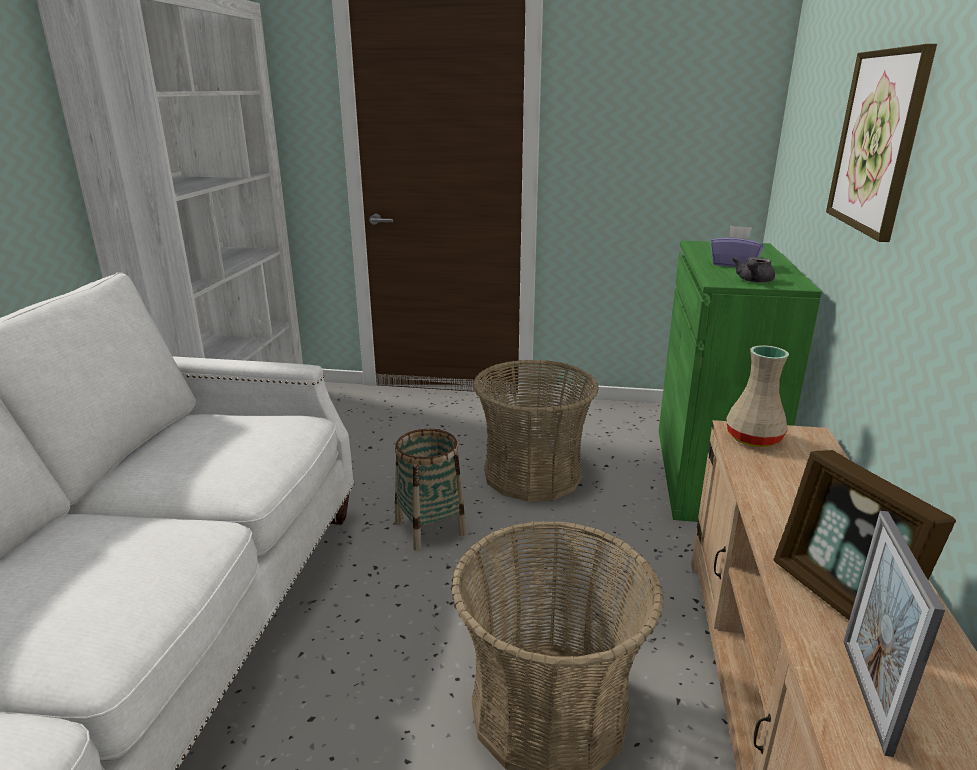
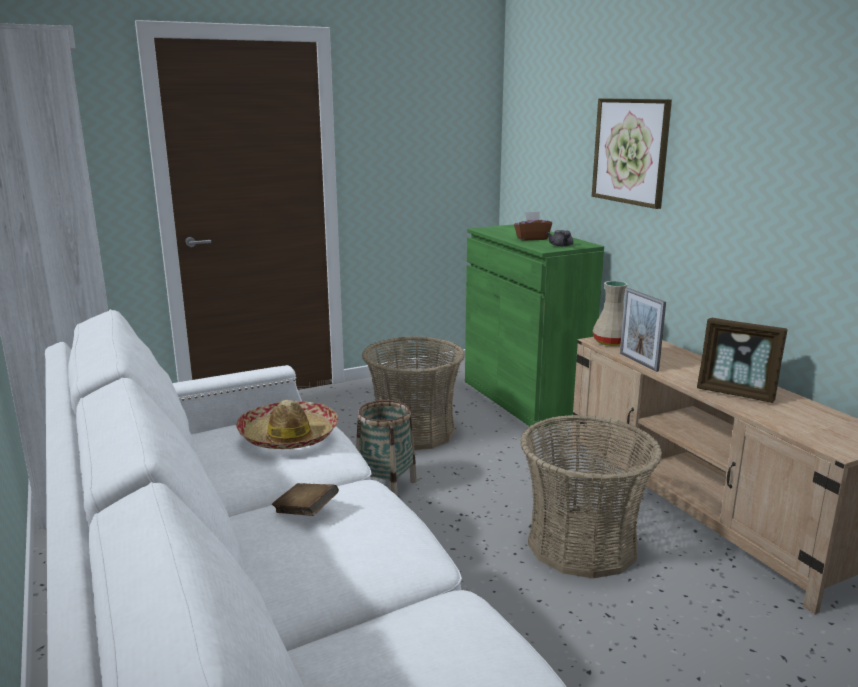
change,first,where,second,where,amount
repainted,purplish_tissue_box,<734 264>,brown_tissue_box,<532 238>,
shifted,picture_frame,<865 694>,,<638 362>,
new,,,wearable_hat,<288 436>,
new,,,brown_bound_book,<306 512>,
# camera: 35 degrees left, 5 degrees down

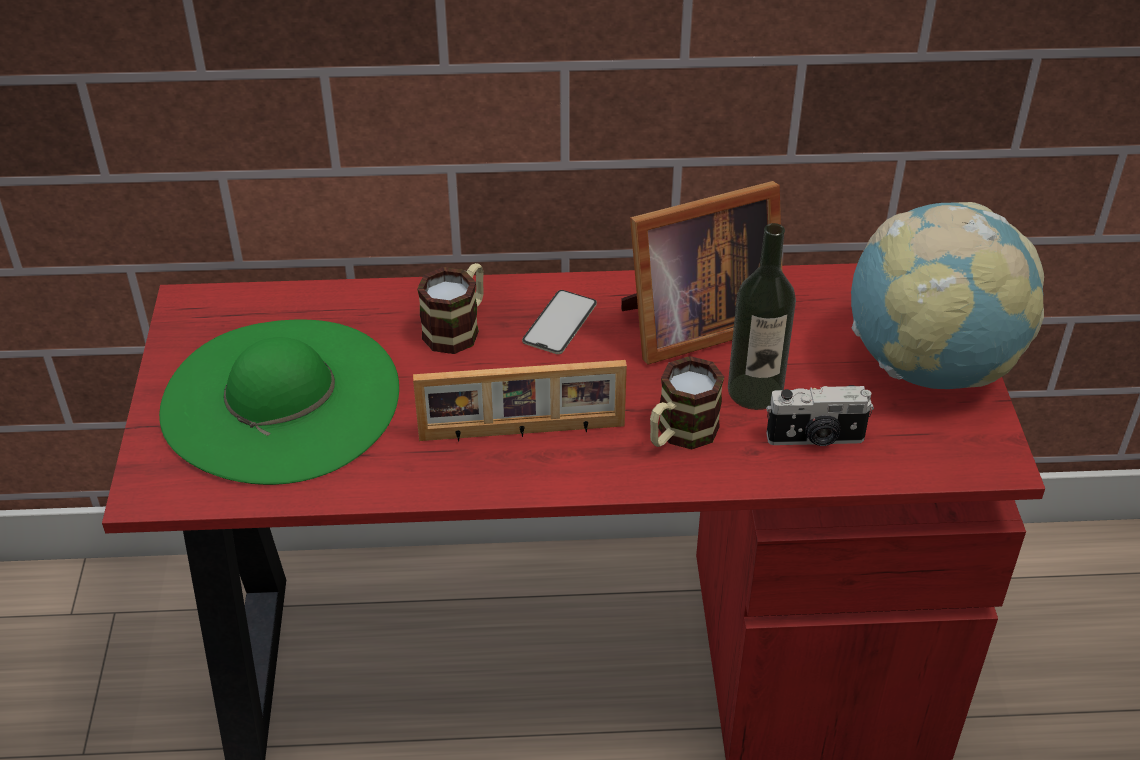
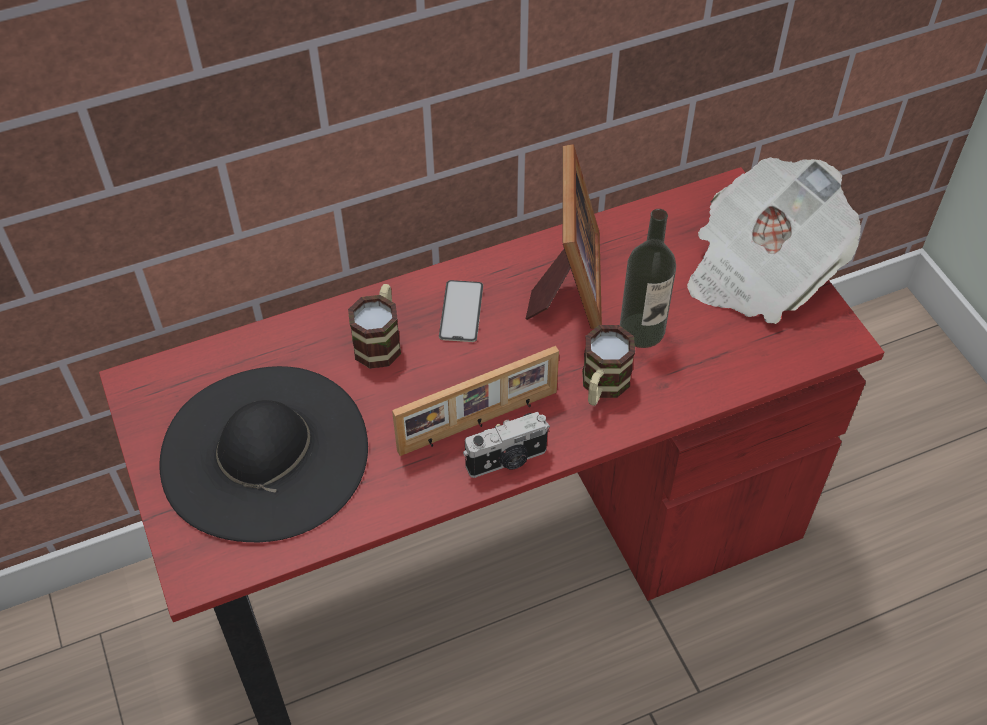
change,first,where,second,where,amount
repainted,green_wearable_hat,<281 399>,blackish_wearable_hat,<264 452>,
rotated,picture_frame,<693 325>,,<567 283>,45 degrees counterclockwise
shifted,still_camera,<815 439>,,<507 460>,
swapped,world_globe,<929 365>,printed_paper,<760 269>,
# camera: 20 degrees left, 10 degrees up

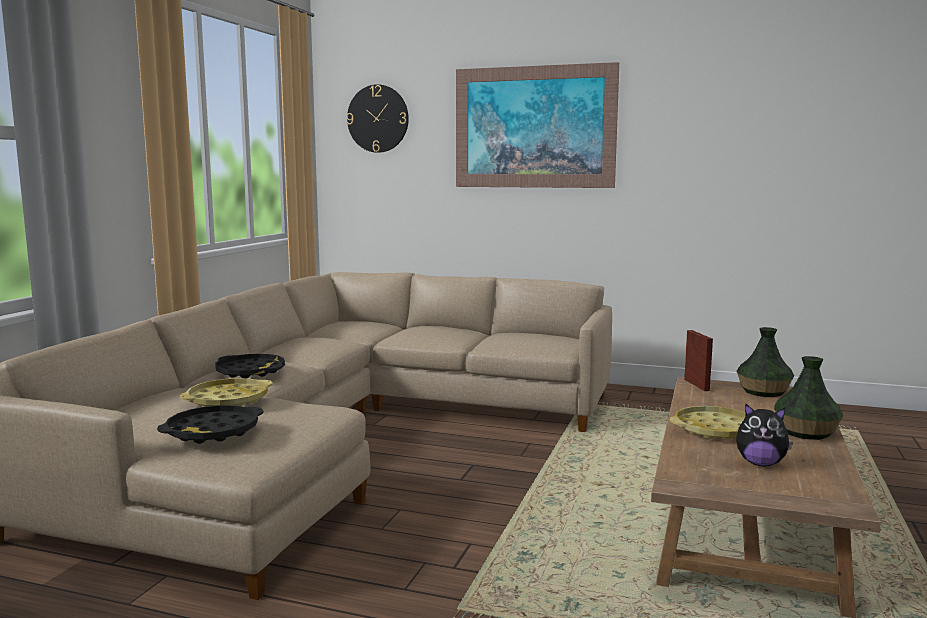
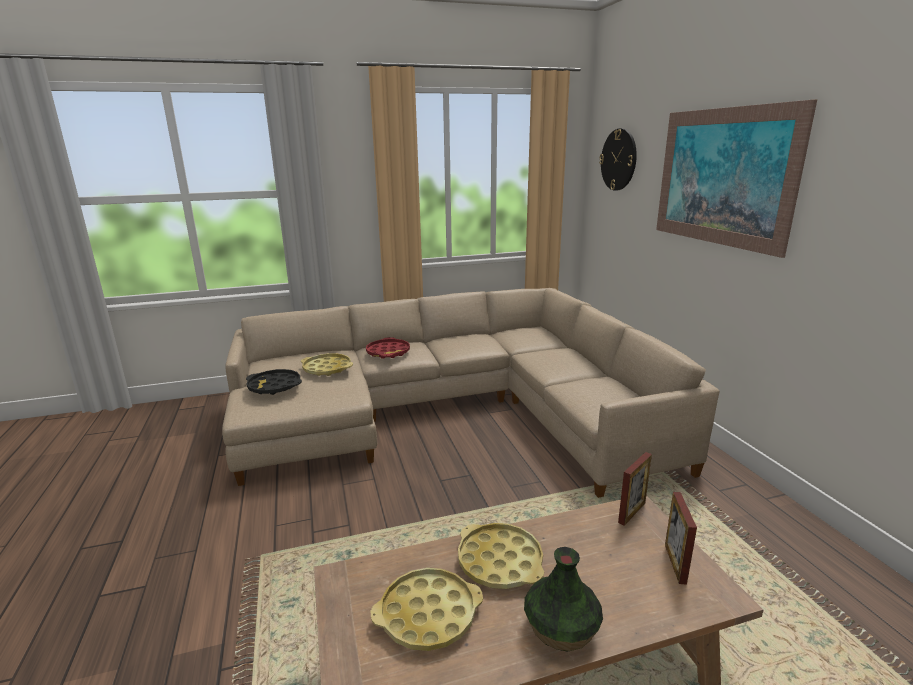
change,first,where,second,where,amount
repainted,blackish_carrying_tray,<250 371>,red-coloured_carrying_tray,<388 352>,
swapped,decorative_vase,<764 392>,picture_frame,<675 563>,
swapped,plush_toy,<760 463>,yellow-coloured_carrying_tray,<428 614>,
# camera: 55 degrees right, 10 degrees up

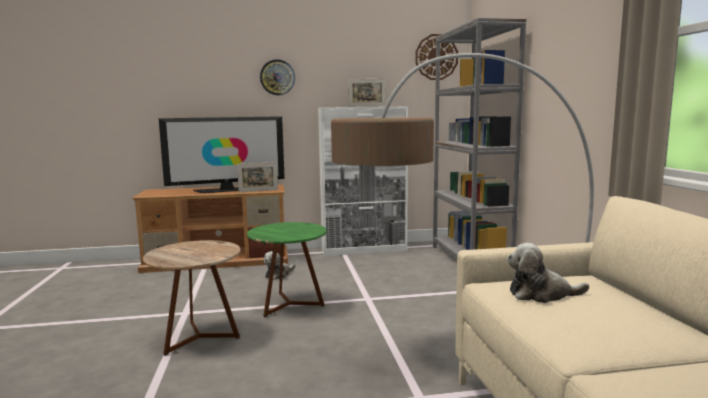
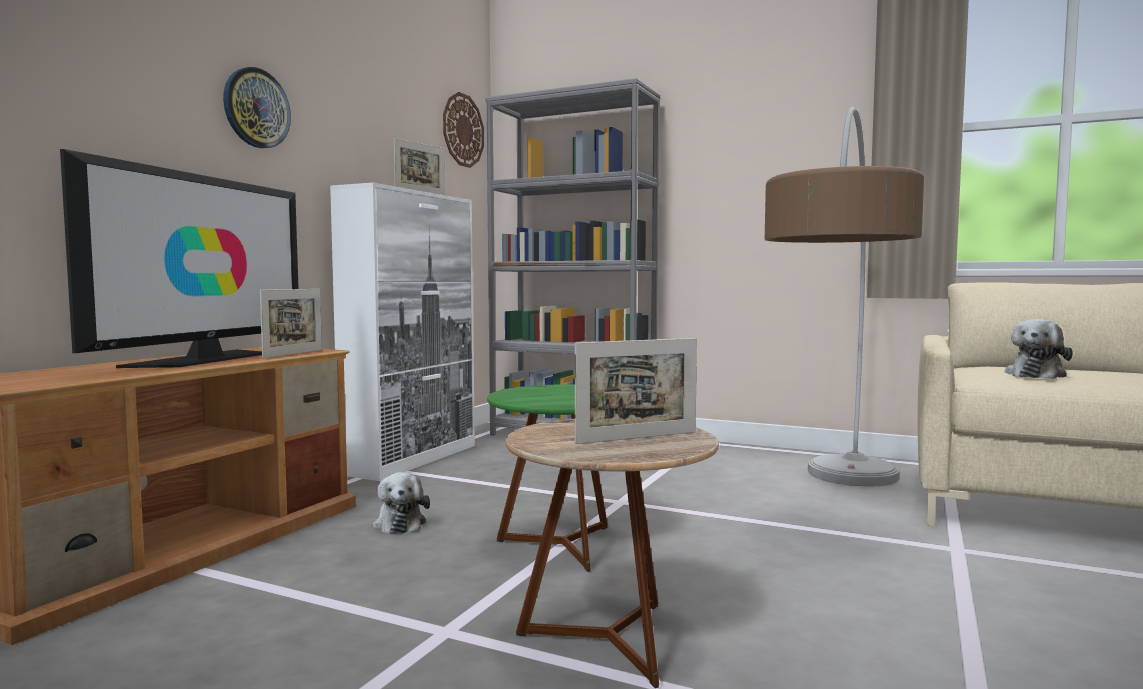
change,first,where,second,where,amount
new,,,picture_frame,<637 438>,
# camera: 55 degrees left, 5 degrees down

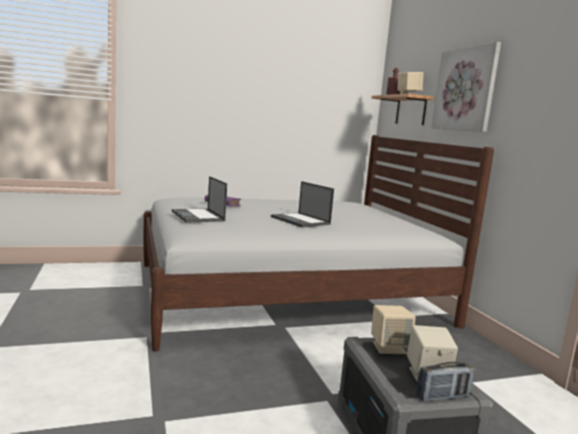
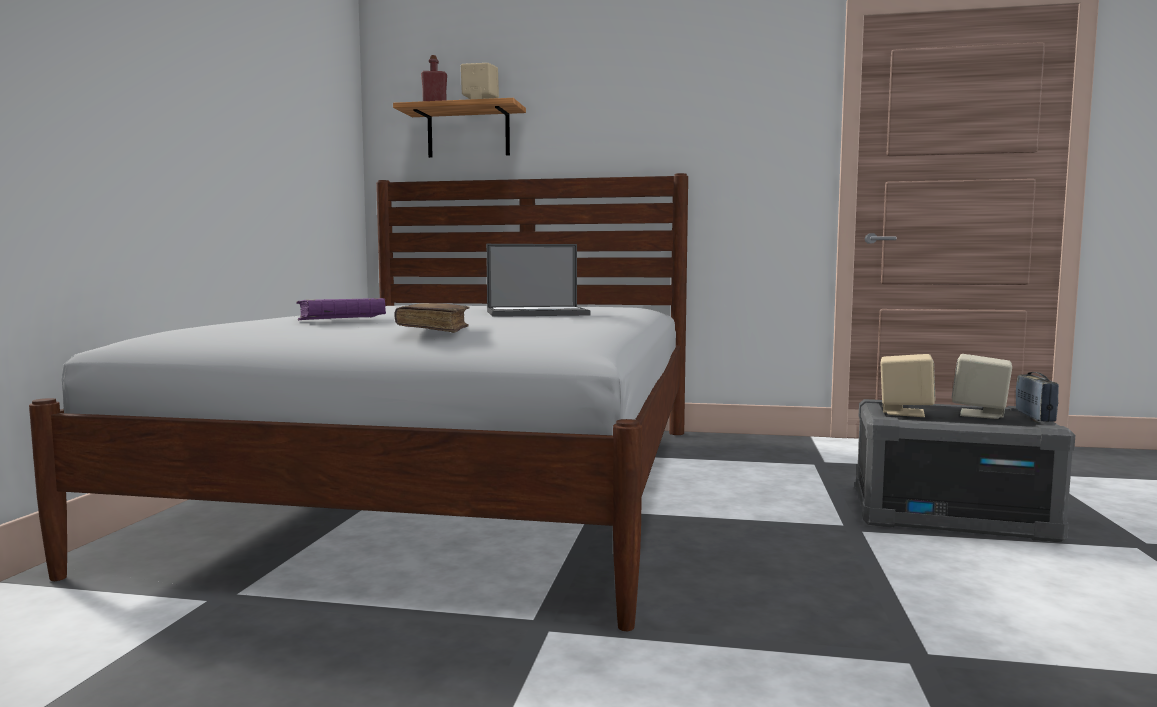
change,first,where,second,where,amount
swapped,portable_computer,<198 216>,brown_bound_book,<434 329>,
gone,picture,<465 89>,,,
# camera: 60 degrees left, 5 degrees down

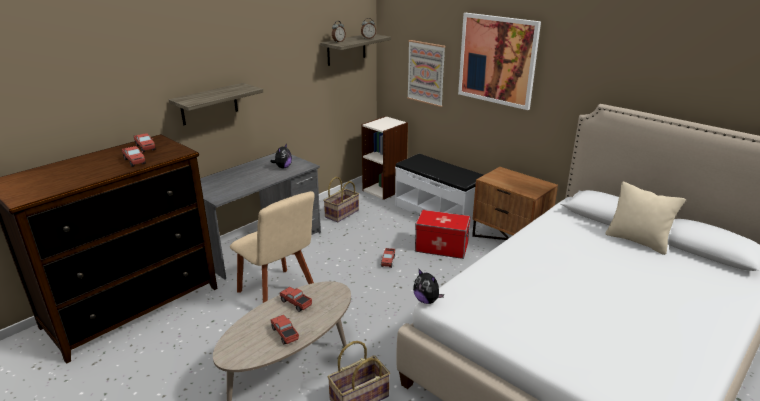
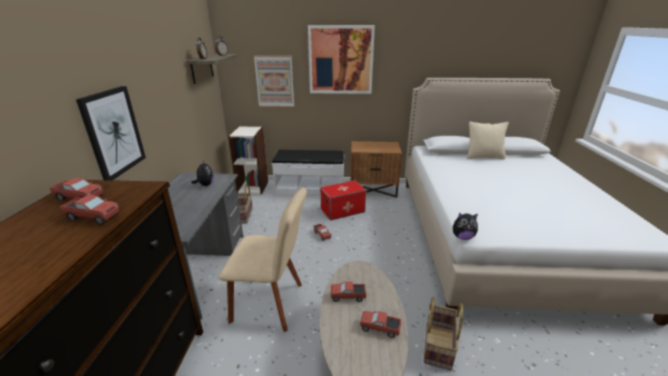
change,first,where,second,where,amount
swapped,shelf,<209 104>,picture,<113 132>,
# camera: 40 degrees left, 0 degrees up

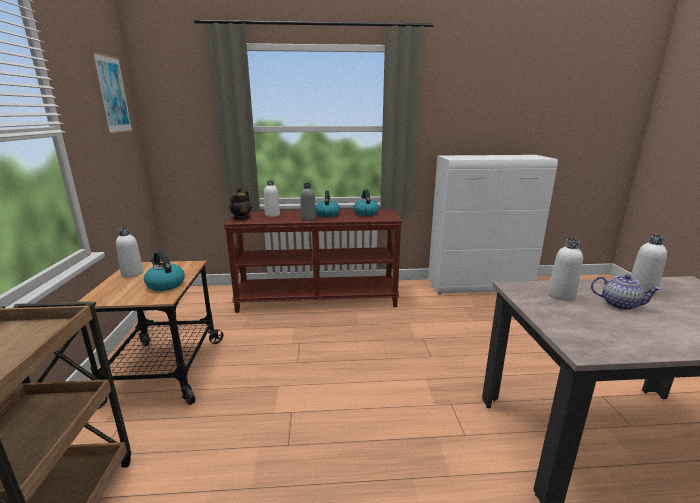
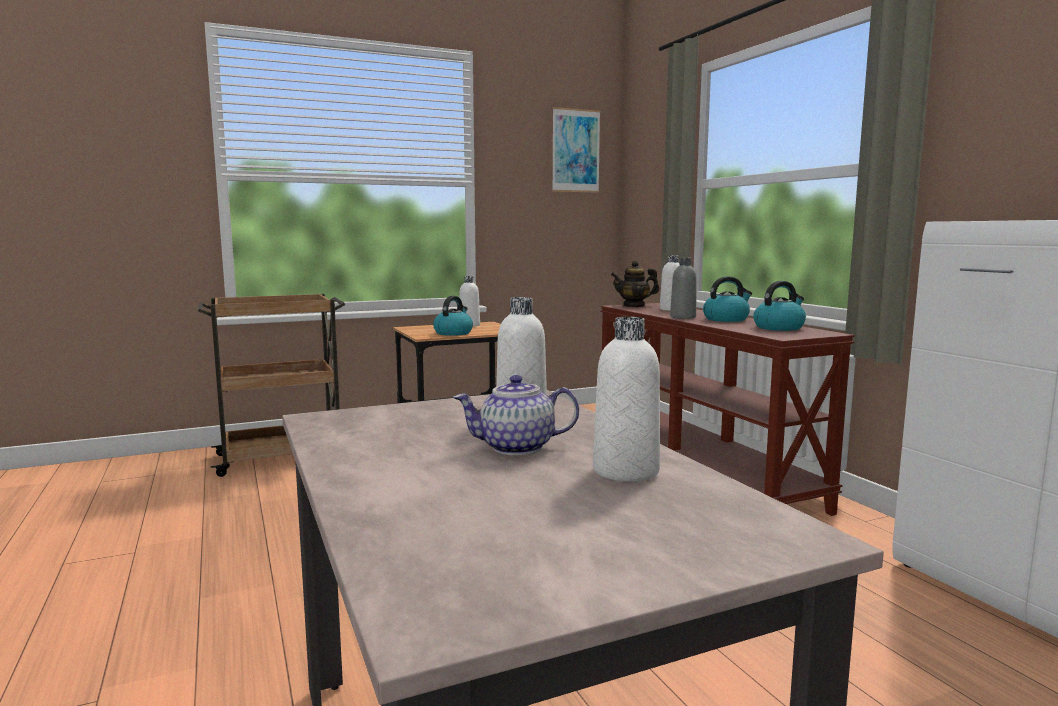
change,first,where,second,where,amount
rotated,pot_for_tea,<620 304>,,<516 447>,75 degrees clockwise
# camera: 70 degrees right, 10 degrees down

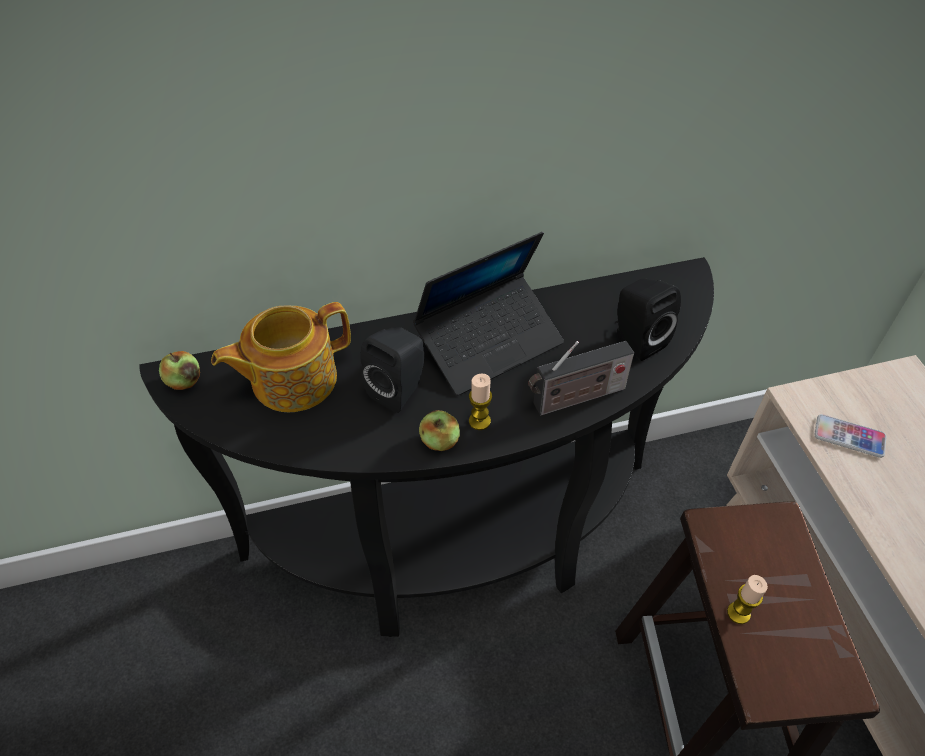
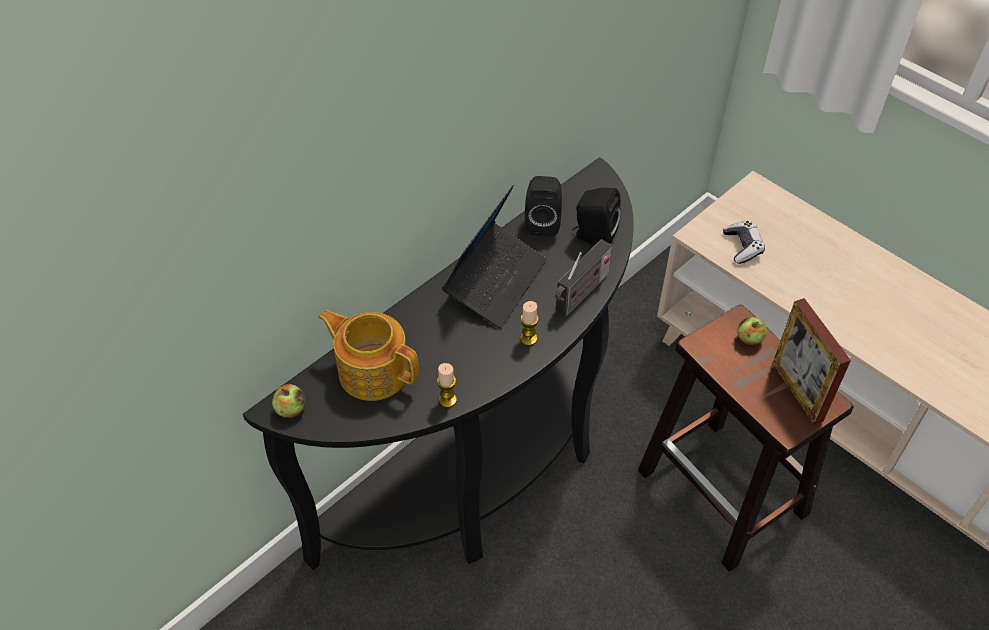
change,first,where,second,where,amount
rotated,pot_for_tea,<292 379>,,<373 370>,90 degrees clockwise
shifted,blackish_speaker,<400 389>,,<542 222>,
shifted,apple,<439 441>,,<749 339>,
shifted,wax_candle,<738 613>,,<447 400>,
swapped,telephone,<849 436>,gamepad,<742 247>,
new,,,picture_frame,<797 392>,
# camera: 30 degrees left, 0 degrees up

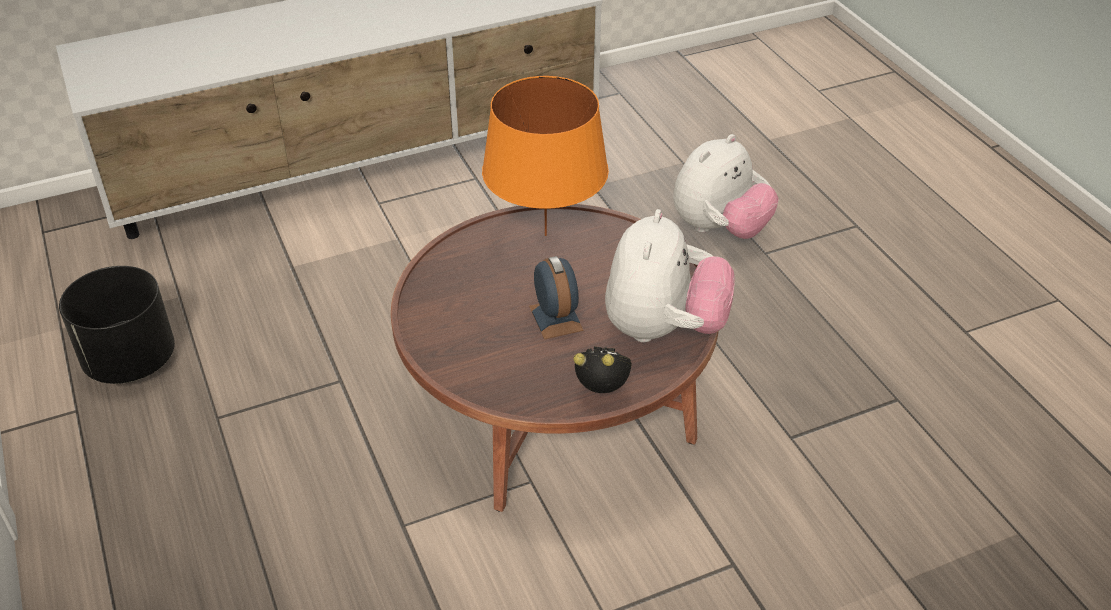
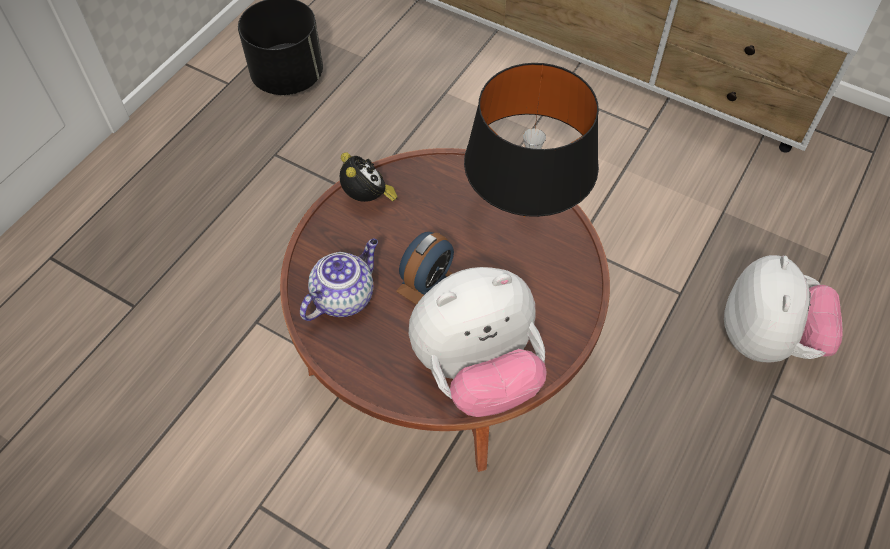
change,first,where,second,where,amount
repainted,orange-coloured_tabletop_lamp,<545 235>,blackish_tabletop_lamp,<524 215>,
shifted,alarm_clock,<604 391>,,<368 198>,
rotated,plush_toy,<719 229>,,<767 339>,90 degrees counterclockwise
new,,,pot_for_tea,<344 296>,
# camera: 55 degrees right, 15 degrees up

